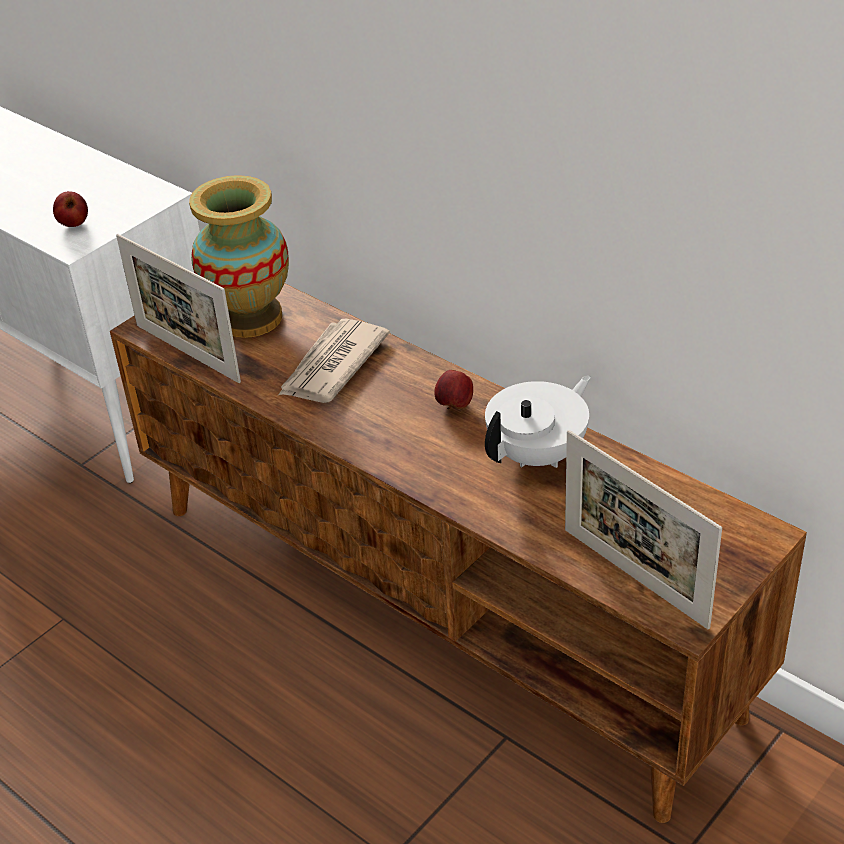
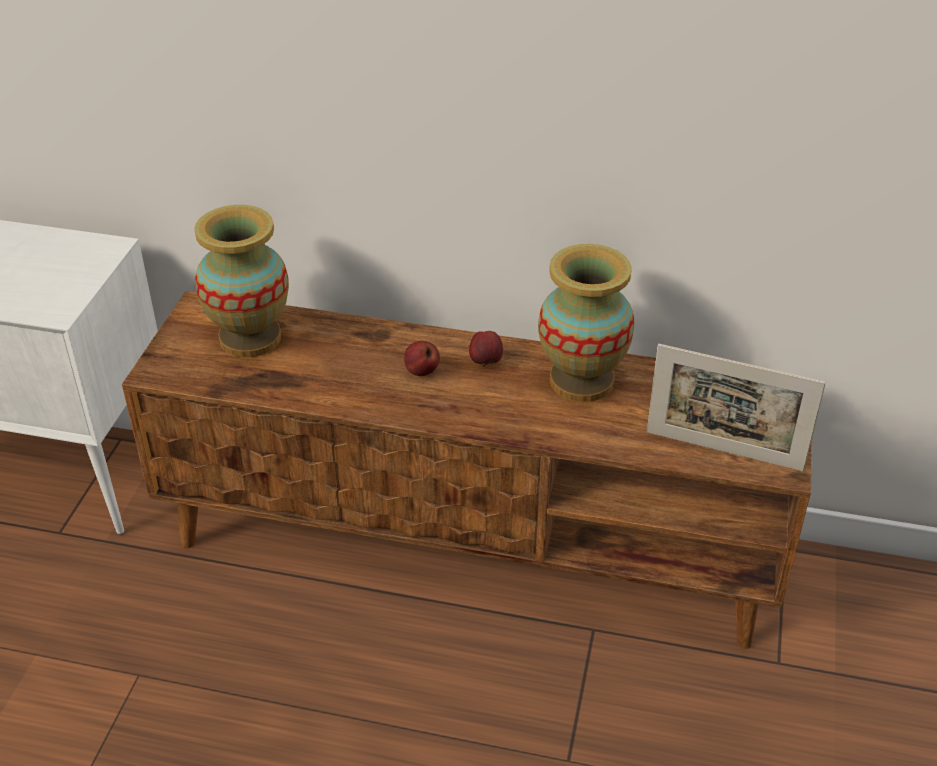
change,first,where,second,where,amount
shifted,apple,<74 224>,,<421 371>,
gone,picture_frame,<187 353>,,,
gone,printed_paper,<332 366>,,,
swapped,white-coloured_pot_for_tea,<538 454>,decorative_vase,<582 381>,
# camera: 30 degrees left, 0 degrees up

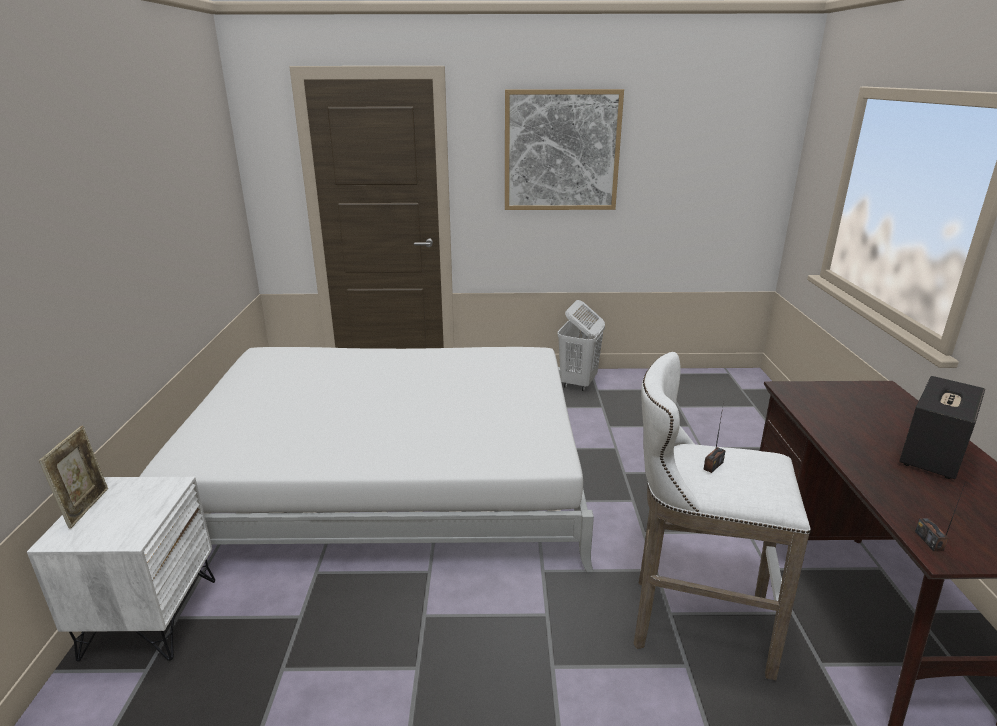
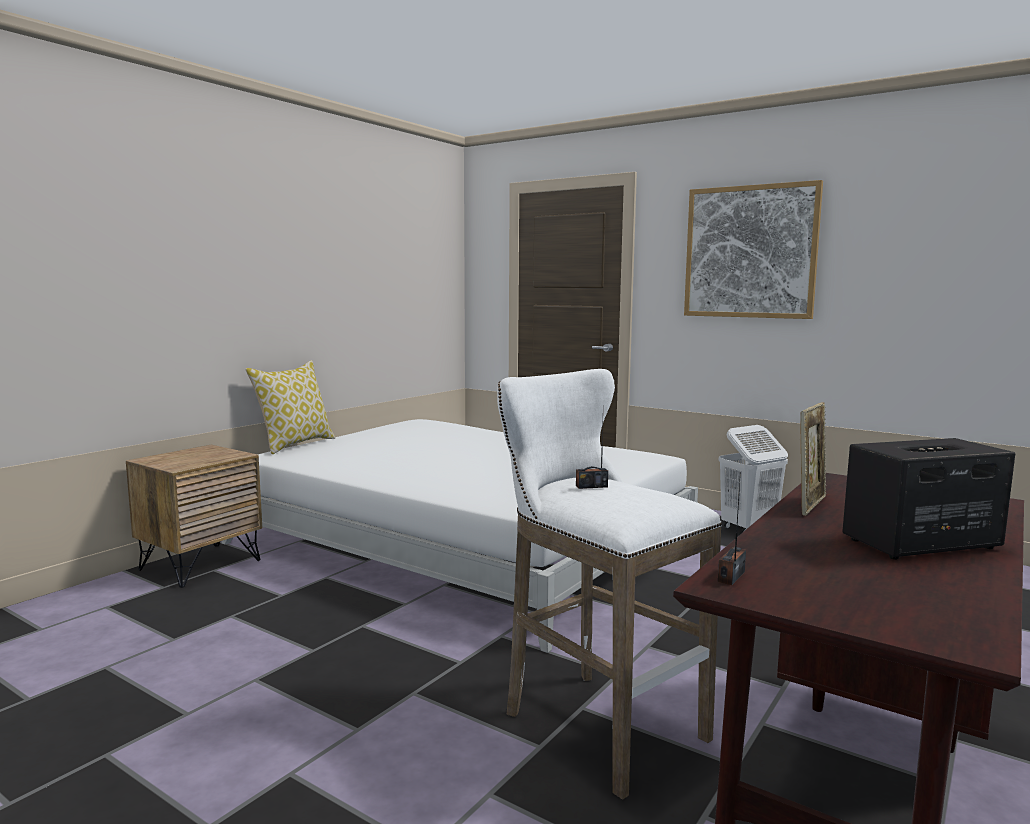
change,first,where,second,where,amount
repainted,white-coloured_night_table,<149 618>,brown_night_table,<200 565>,
shifted,picture_frame,<86 507>,,<810 505>,
new,,,pillow,<295 444>,
# camera: 35 degrees right, 15 degrees down

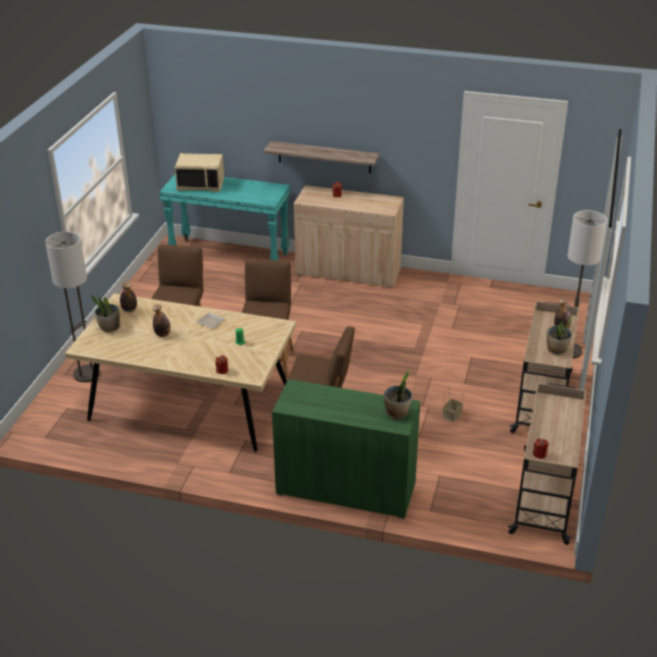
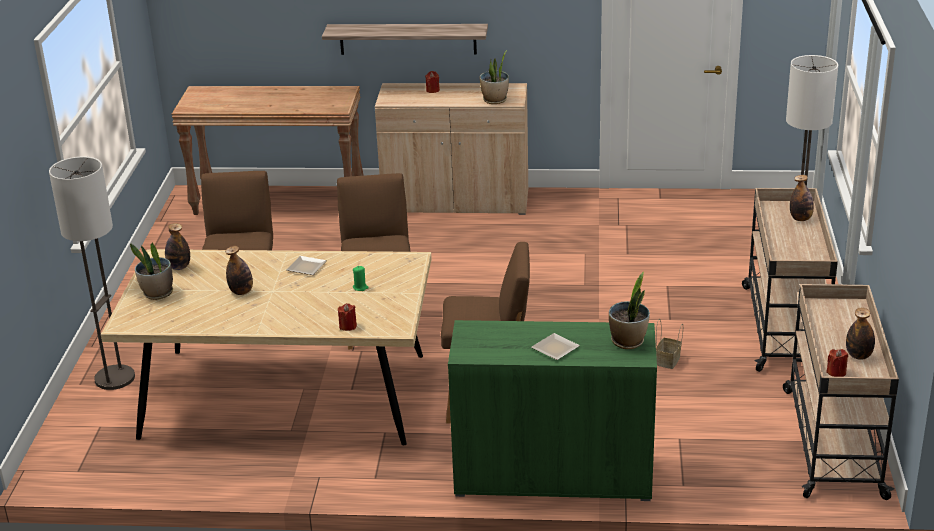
change,first,where,second,where,amount
repainted,turquoise-coloured_console_table,<230 256>,brown_console_table,<279 202>,
gone,sand-coloured_kitchen_microwave,<201 184>,,,
shifted,potted_plant,<557 350>,,<495 100>,
new,,,dinner_plate,<555 348>,
new,,,beverage_bottle,<858 356>,
# camera: 10 degrees left, 5 degrees down

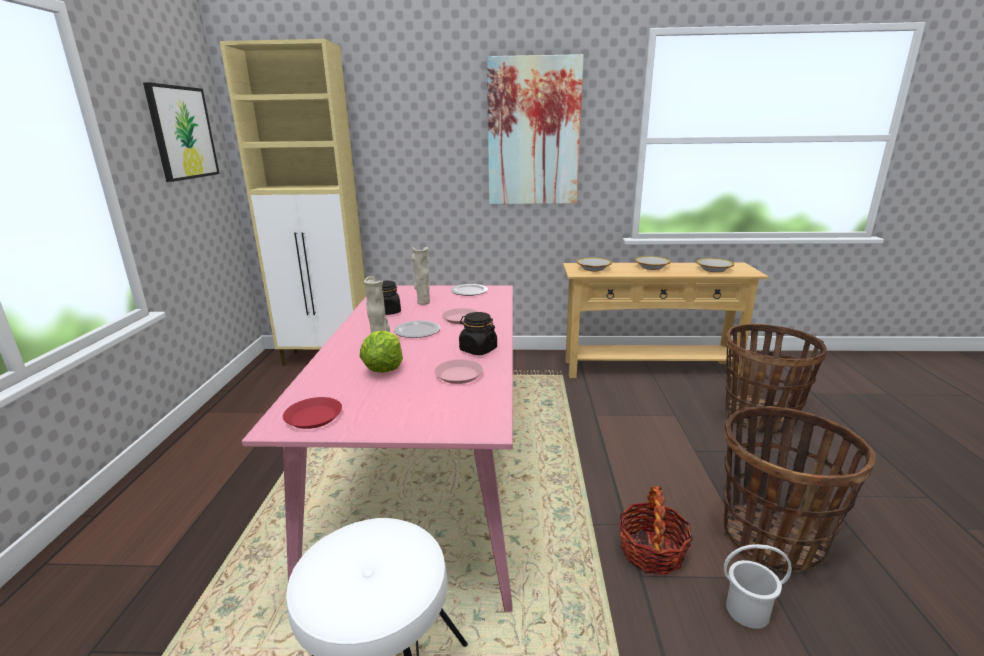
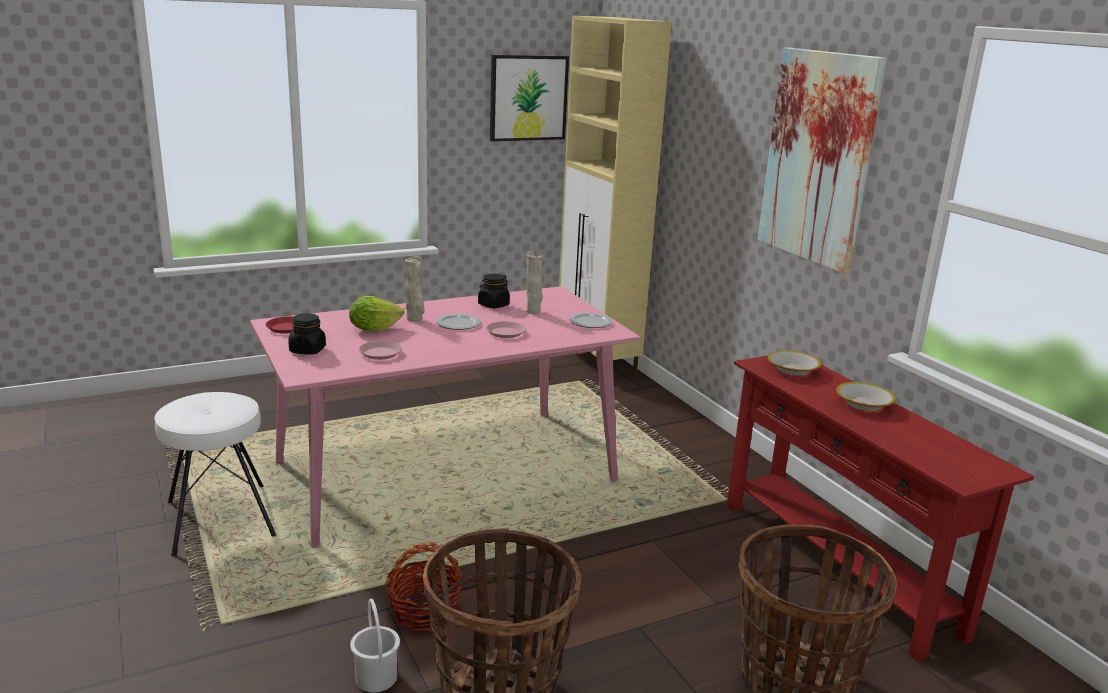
change,first,where,second,where,amount
shifted,blackish_preserve_jar,<478 350>,,<307 350>,
repainted,sand-coloured_console_table,<649 369>,red-coloured_console_table,<837 566>,
gone,deep_dish,<713 269>,,,
# camera: 60 degrees right, 0 degrees up

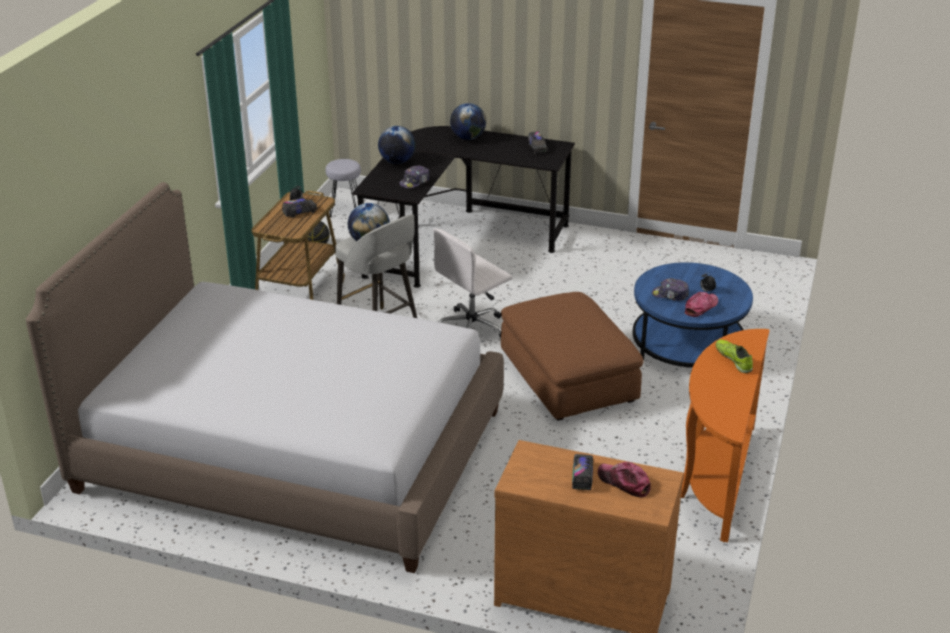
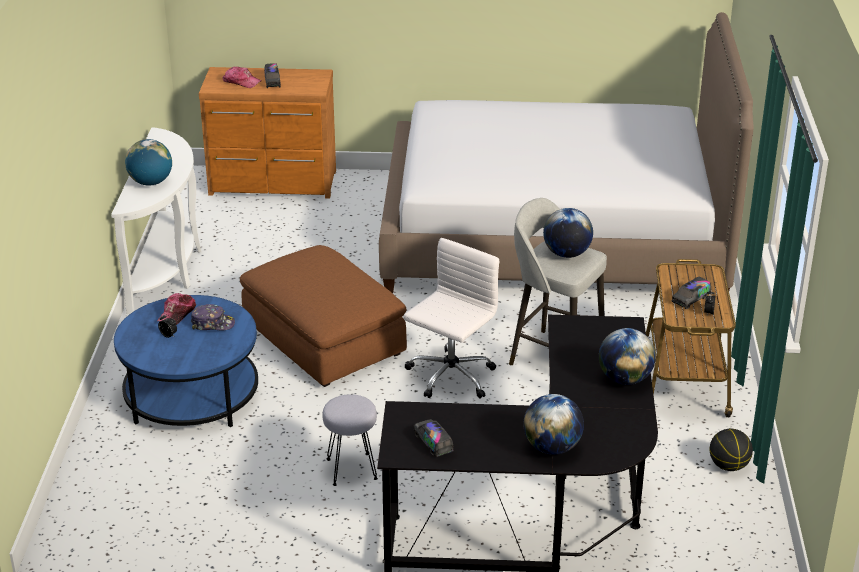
change,first,where,second,where,amount
shifted,grey_stool,<345 210>,,<351 470>,
gone,cap,<415 182>,,,
repainted,orange-coloured_console_table,<715 477>,white-coloured_console_table,<168 269>,
swapped,shoe,<733 359>,world_globe,<151 182>,
# camera: 165 degrees right, 0 degrees up

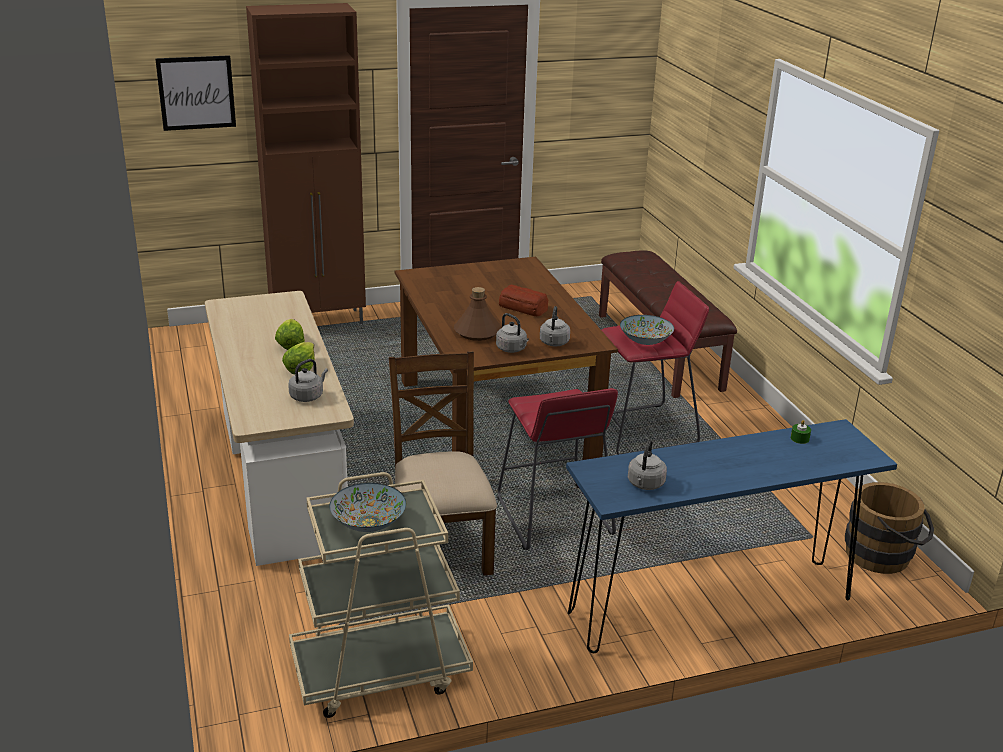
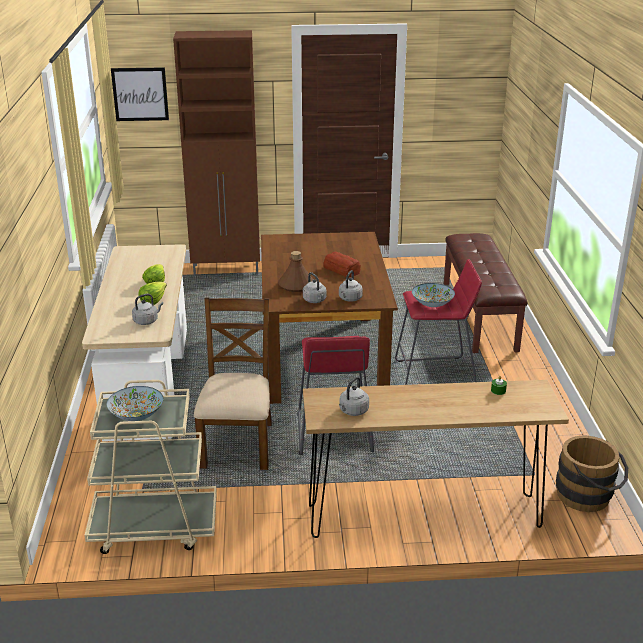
change,first,where,second,where,amount
repainted,bluish_console_table,<711 606>,brown_console_table,<424 516>,
# camera: 15 degrees right, 0 degrees up

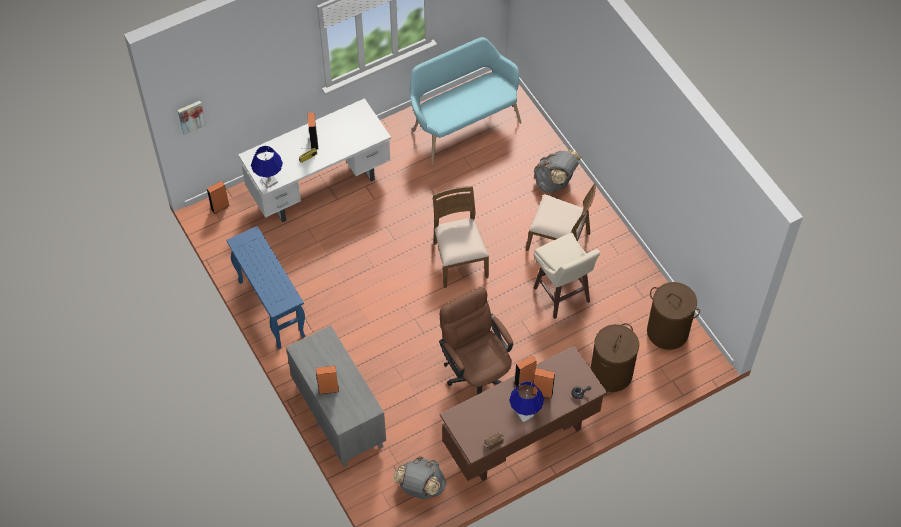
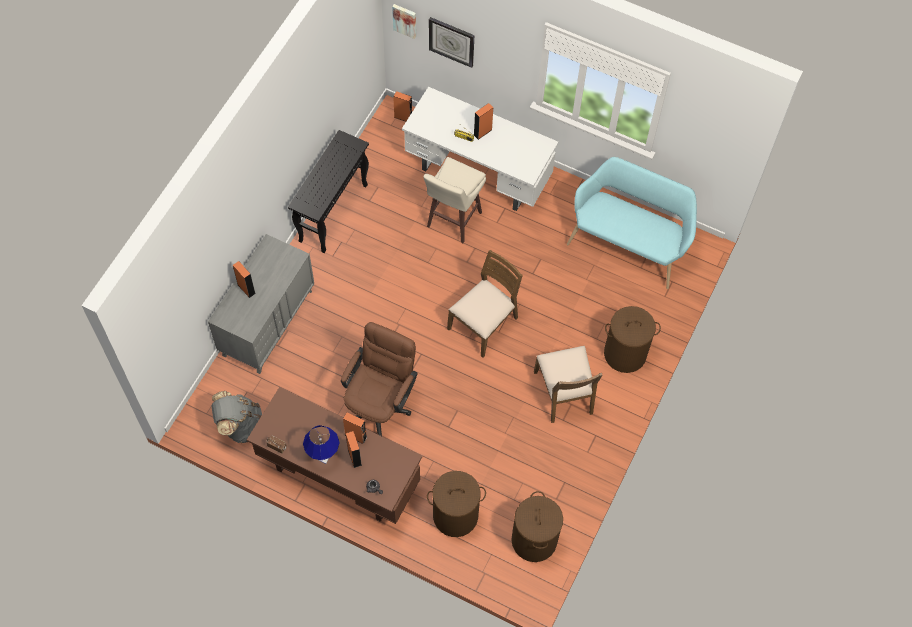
change,first,where,second,where,amount
repainted,bluish_console_table,<271 308>,blackish_console_table,<333 212>,
gone,bluish_tabletop_lamp,<269 181>,,,
swapped,grey_knapsack,<555 182>,brown_hamper,<625 354>,
shifted,sand-coloured_stool,<562 296>,,<453 220>,
new,,,clock_on_the_wall,<452 41>,
# camera: 55 degrees right, 5 degrees up

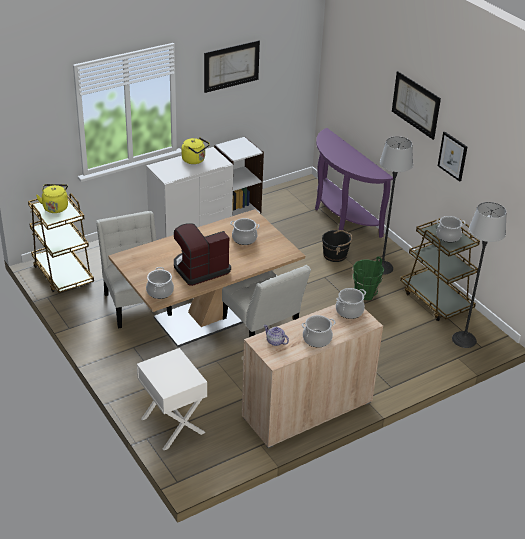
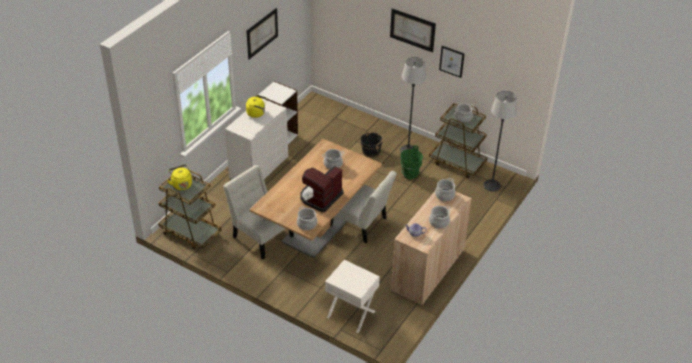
change,first,where,second,where,amount
gone,purplish_console_table,<340 215>,,,
# camera: 25 degrees left, 5 degrees up

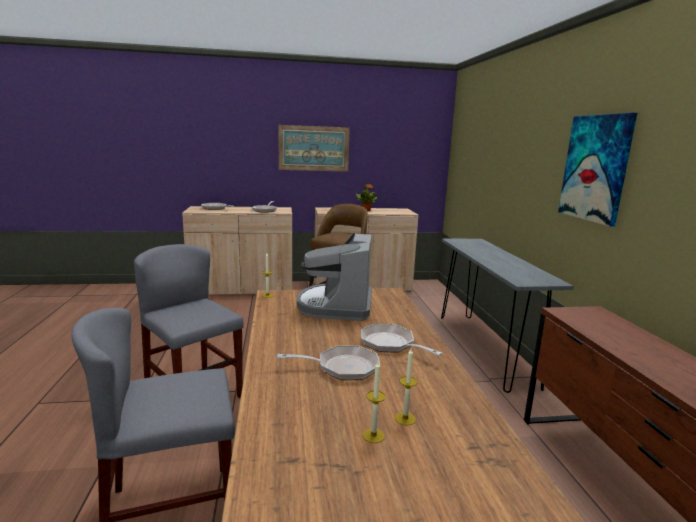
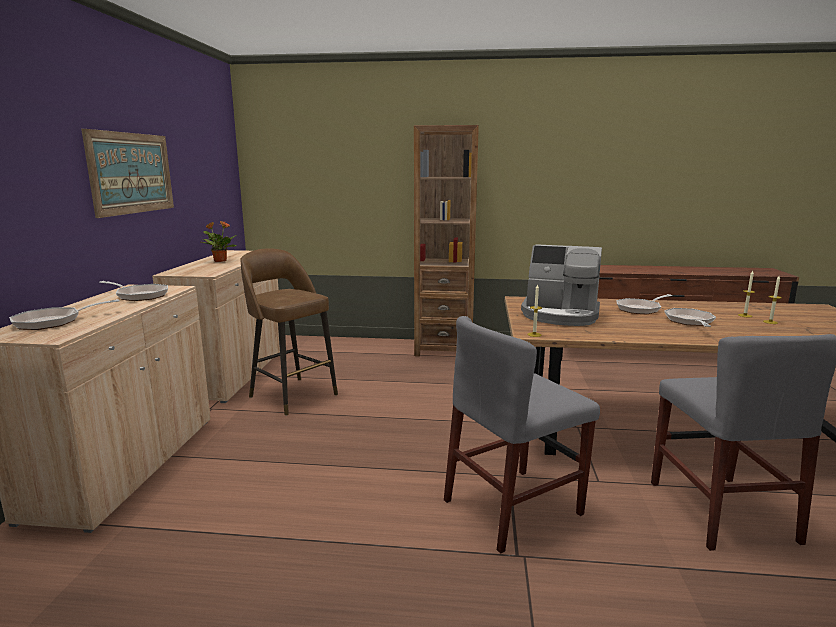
change,first,where,second,where,amount
swapped,grey_console_table,<484 348>,brown_shelving_unit,<444 349>,
gone,picture,<595 168>,,,
# camera: 75 degrees left, 0 degrees up

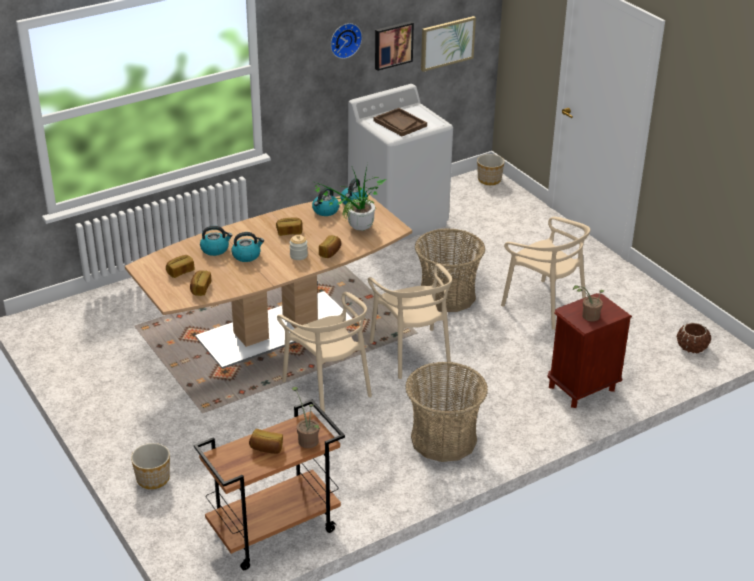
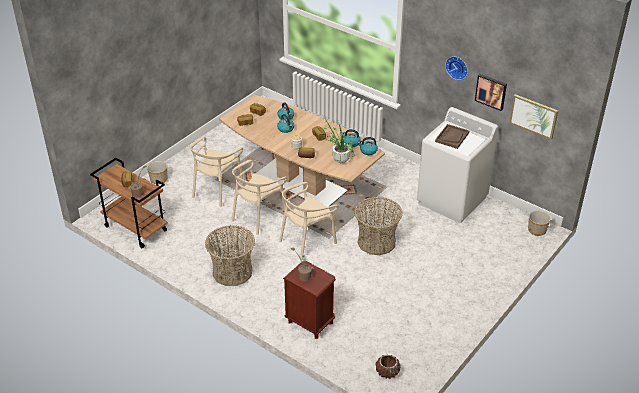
change,first,where,second,where,amount
shifted,sand-coloured_chair,<544 305>,,<217 190>,
# camera: 70 degrees right, 5 degrees up

